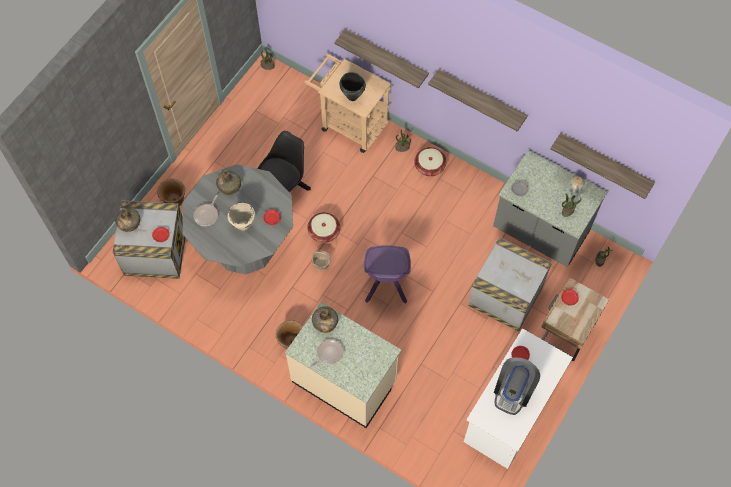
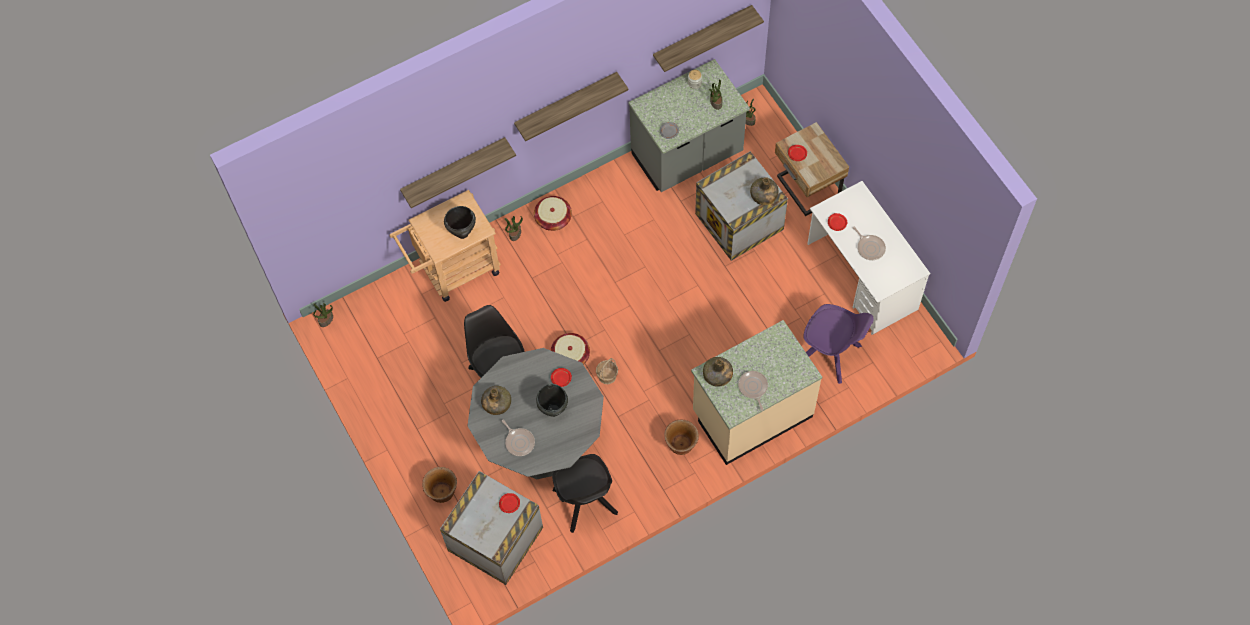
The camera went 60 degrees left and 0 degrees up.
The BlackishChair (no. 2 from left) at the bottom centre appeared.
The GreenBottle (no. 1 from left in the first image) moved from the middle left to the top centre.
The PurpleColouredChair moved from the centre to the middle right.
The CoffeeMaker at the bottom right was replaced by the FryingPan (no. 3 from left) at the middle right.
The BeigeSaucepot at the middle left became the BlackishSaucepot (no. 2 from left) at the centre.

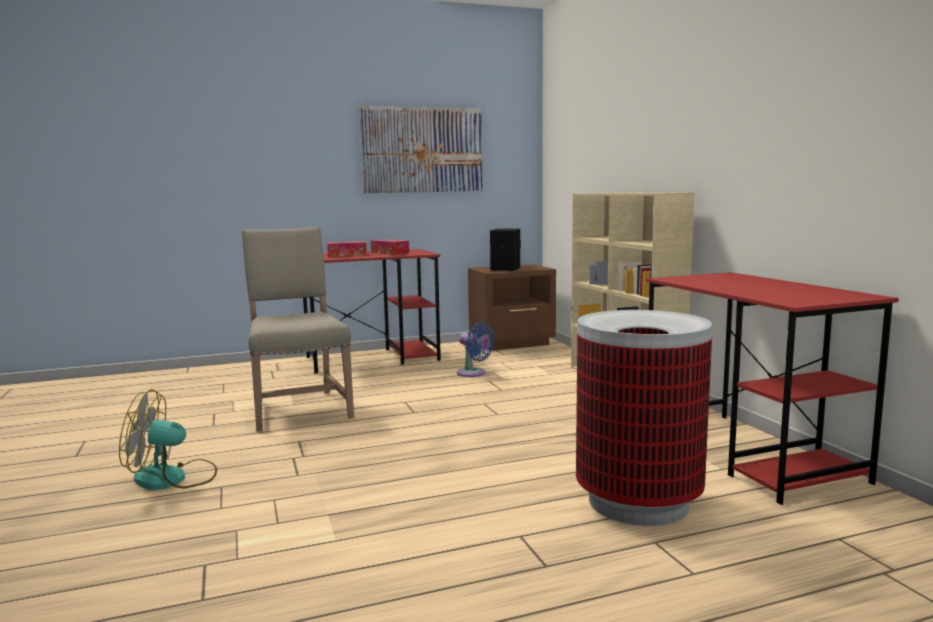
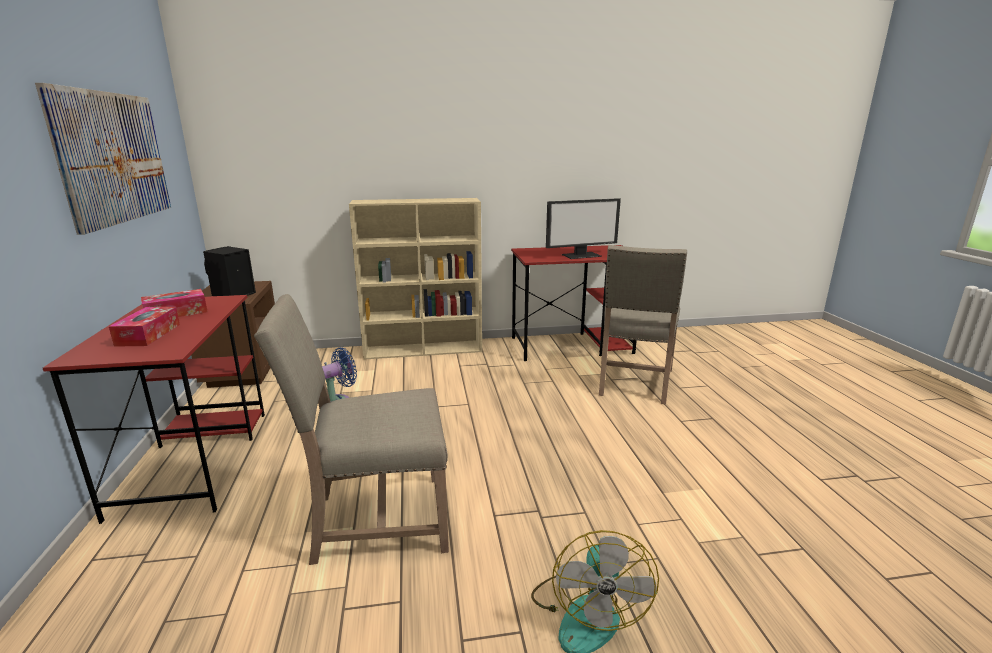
The camera went 80 degrees left and 10 degrees up.
The Monitor at the centre appeared.
The RubbishBin at the bottom right was replaced by the BeigeChair (no. 2 from left) at the centre.

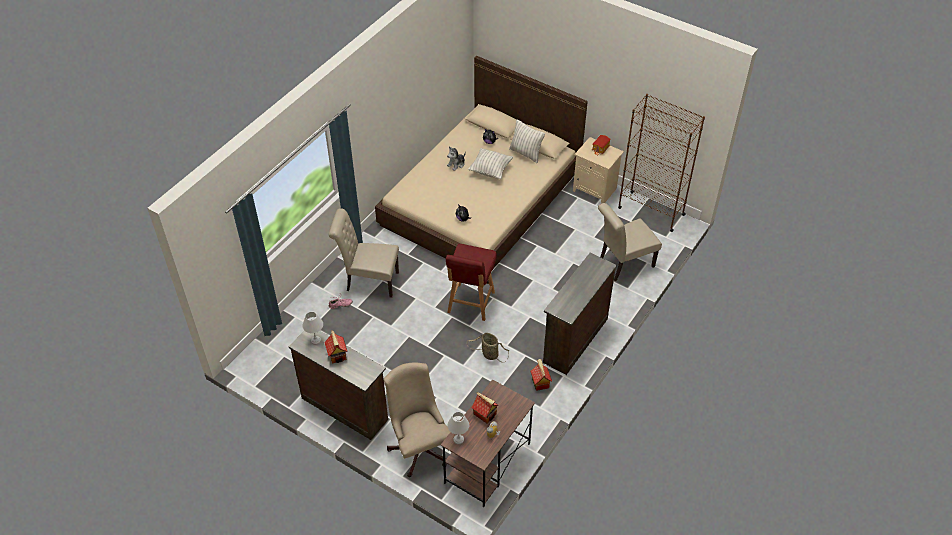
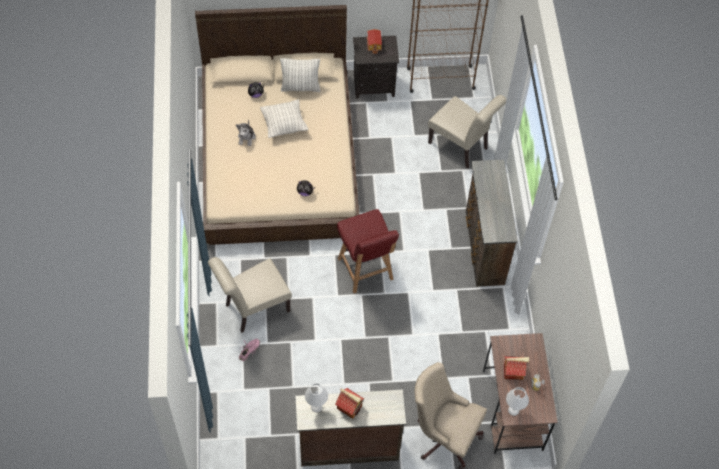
The camera went 40 degrees left and 10 degrees up.
The StorageBasket at the centre disappeared.
The MiniatureHouse (no. 3 from left) at the bottom centre disappeared.
The BeigeNightTable at the top centre became the BlackishNightTable at the top centre.
The BeigeChair (no. 2 from left) at the centre turned 75 degrees counterclockwise.

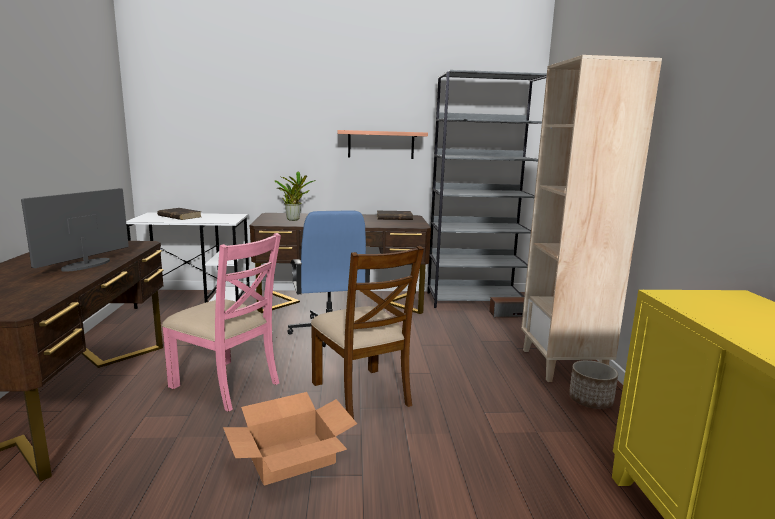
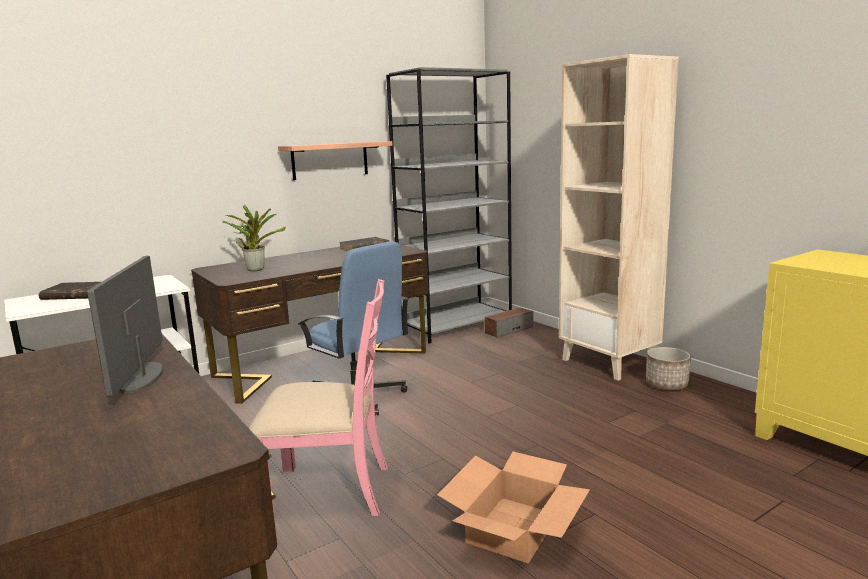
The camera went 30 degrees left and 0 degrees up.
The BrownChair at the centre disappeared.

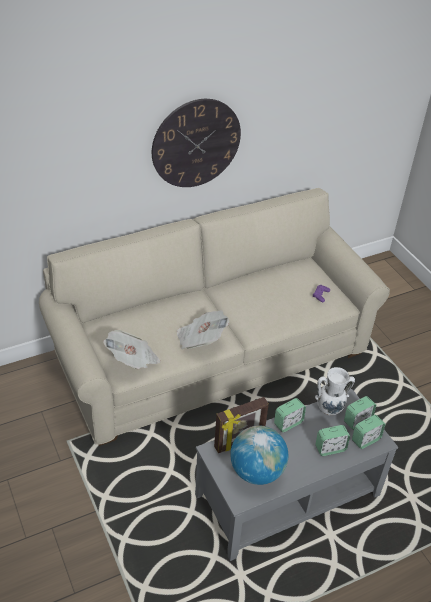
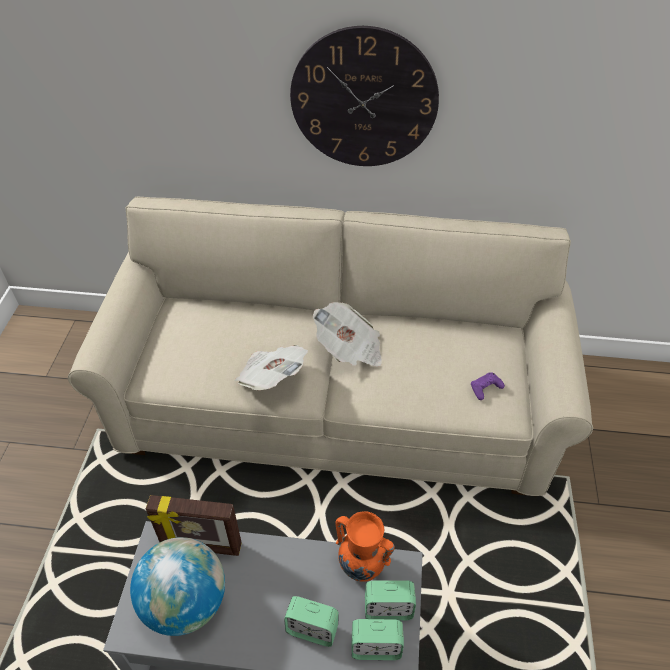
The camera went 35 degrees right and 5 degrees up.
The TableClock (no. 1 from left) at the bottom right disappeared.
The PrintedPaper (no. 1 from left in the first image) moved from the middle left to the centre.
The WhiteColouredVase at the middle right became the OrangeyVase at the bottom centre.

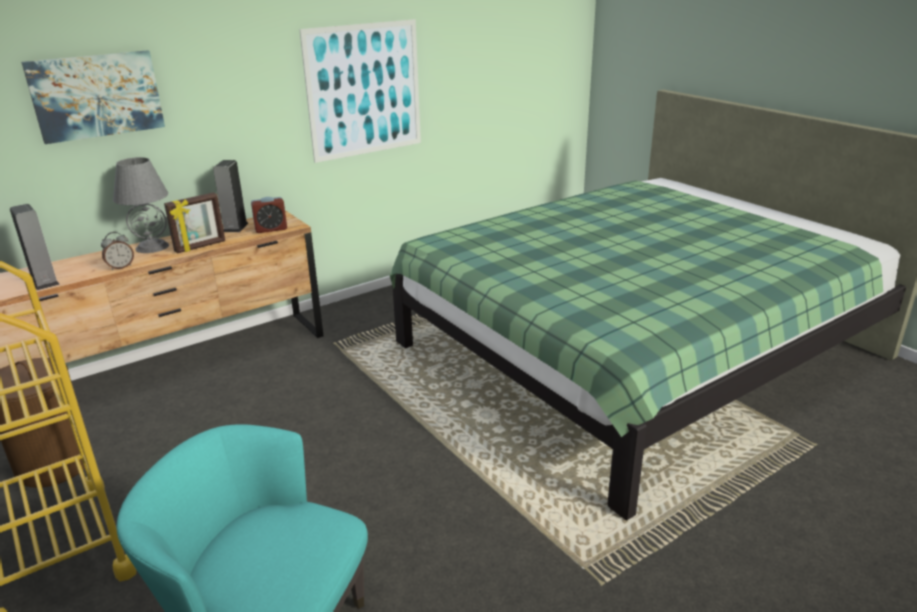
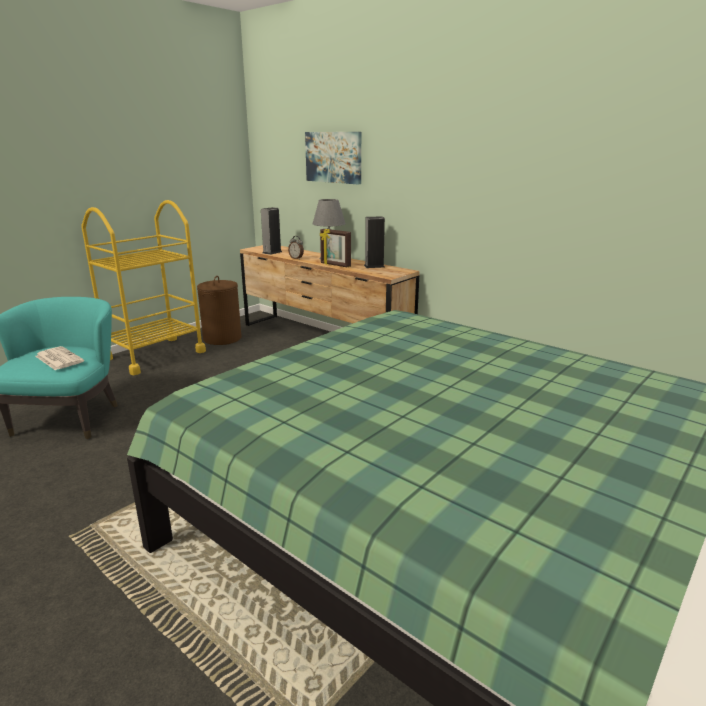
The camera went 75 degrees right and 5 degrees down.
The TableClock (no. 2 from left) at the middle left disappeared.
The Picture (no. 2 from left) at the top centre disappeared.
The PrintedPaper at the middle left appeared.

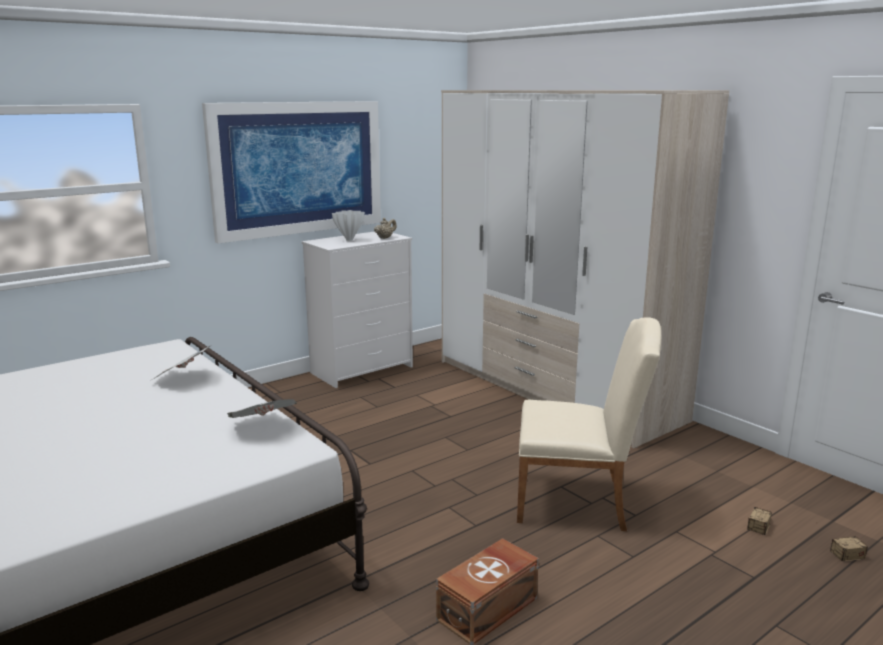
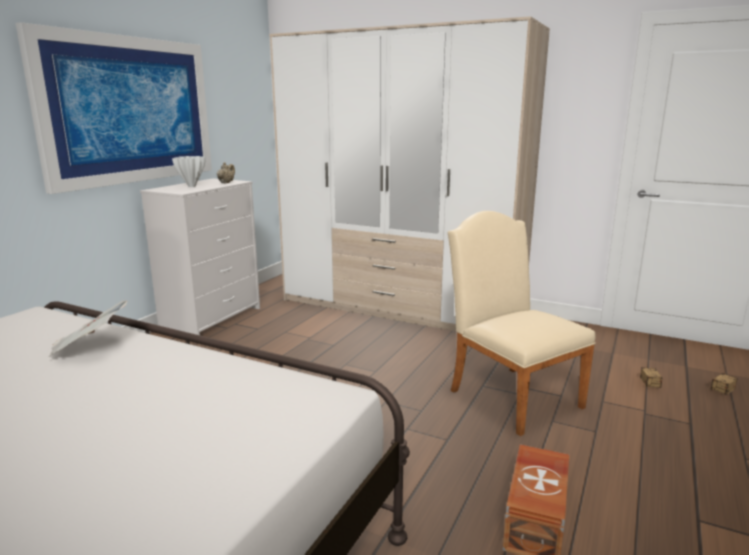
The camera went 25 degrees left and 0 degrees up.
The PrintedPaper (no. 2 from left) at the middle left disappeared.
The BeigeChair at the middle right turned 105 degrees counterclockwise.

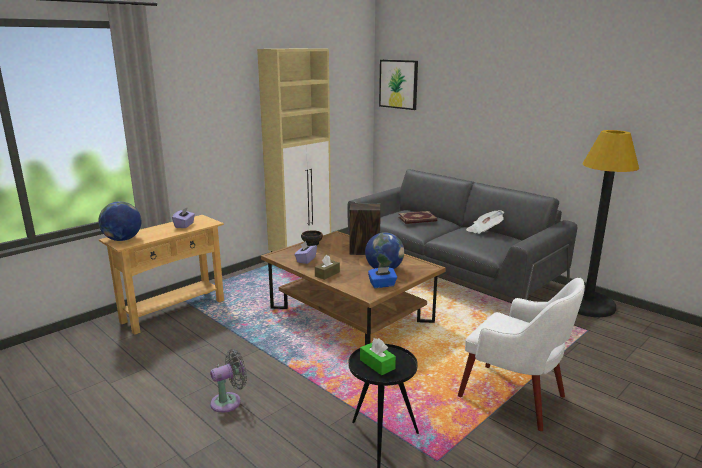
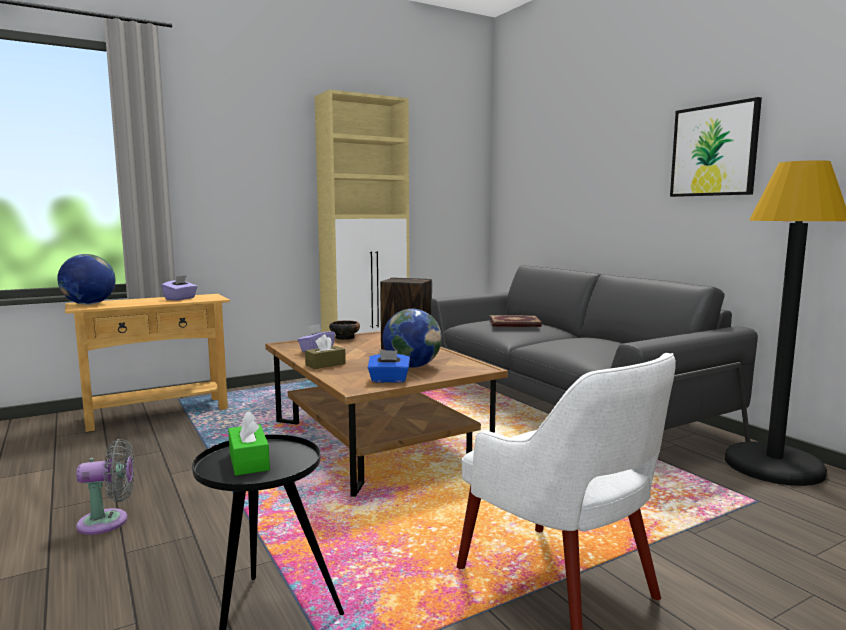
The camera went 15 degrees right and 10 degrees down.
The PrintedPaper at the middle right disappeared.
The Picture moved from the top centre to the top right.

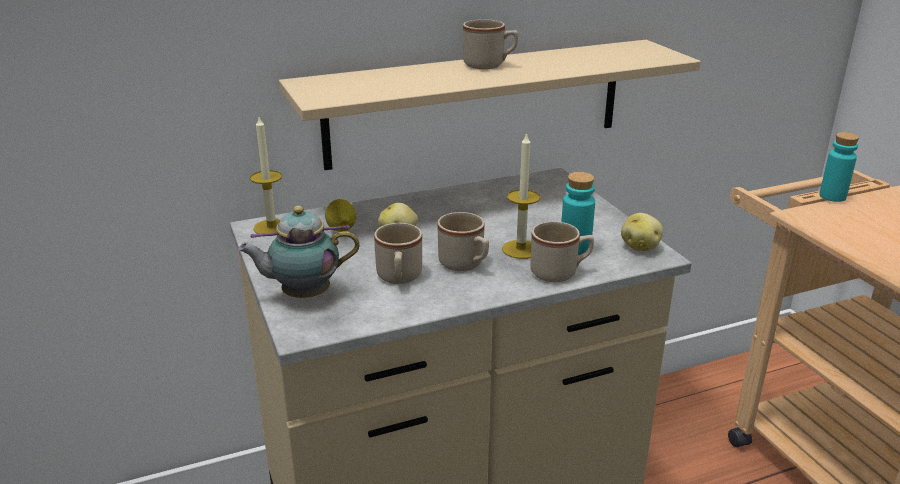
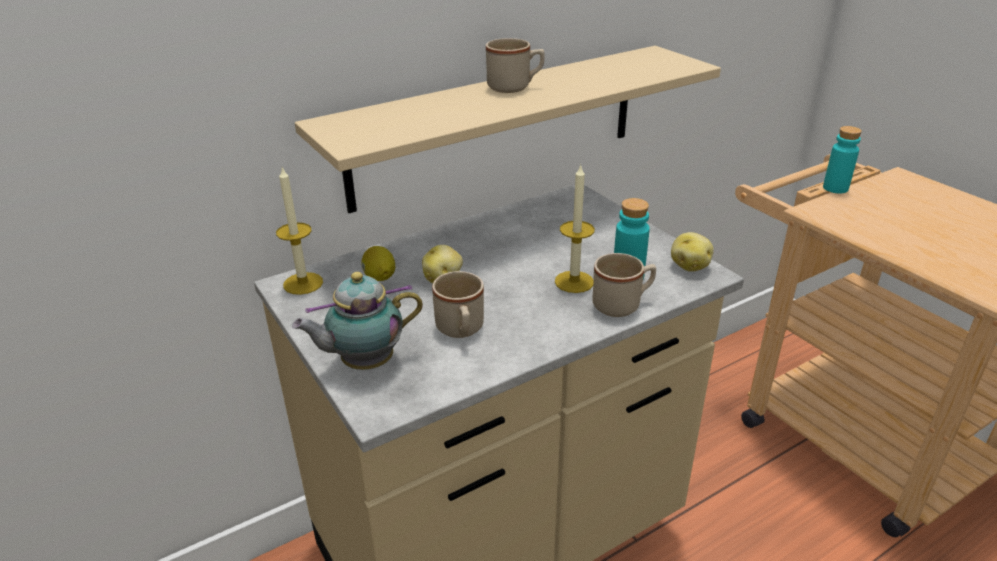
The camera went 10 degrees left and 5 degrees up.
The BeigeTeaMug (no. 2 from left) at the centre disappeared.

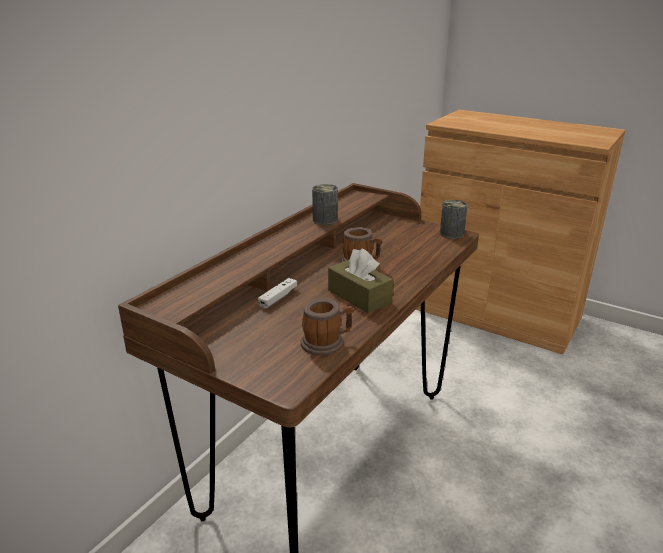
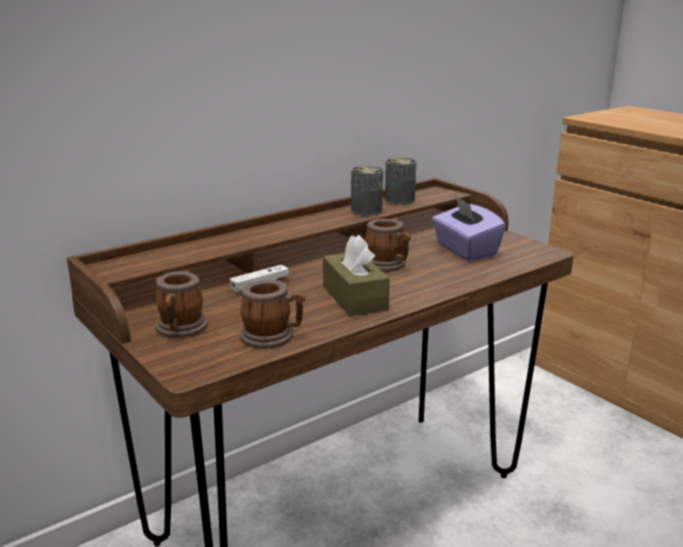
The camera went 20 degrees right and 5 degrees down.
The TeaMug (no. 1 from left) at the middle left appeared.
The PurpleColouredTissueBox at the middle right appeared.
The Can (no. 2 from left) moved from the middle right to the top centre.

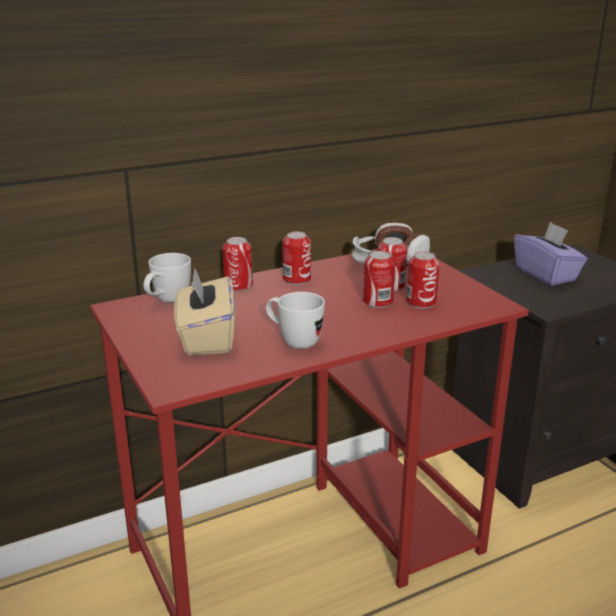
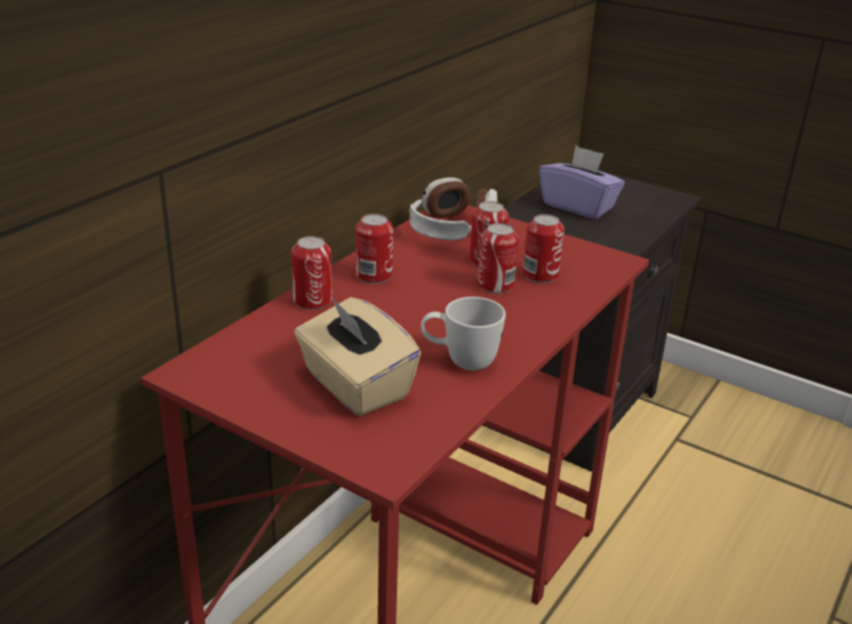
The camera went 30 degrees left and 5 degrees up.
The WhiteColouredTeaMug (no. 1 from left) at the middle left disappeared.

